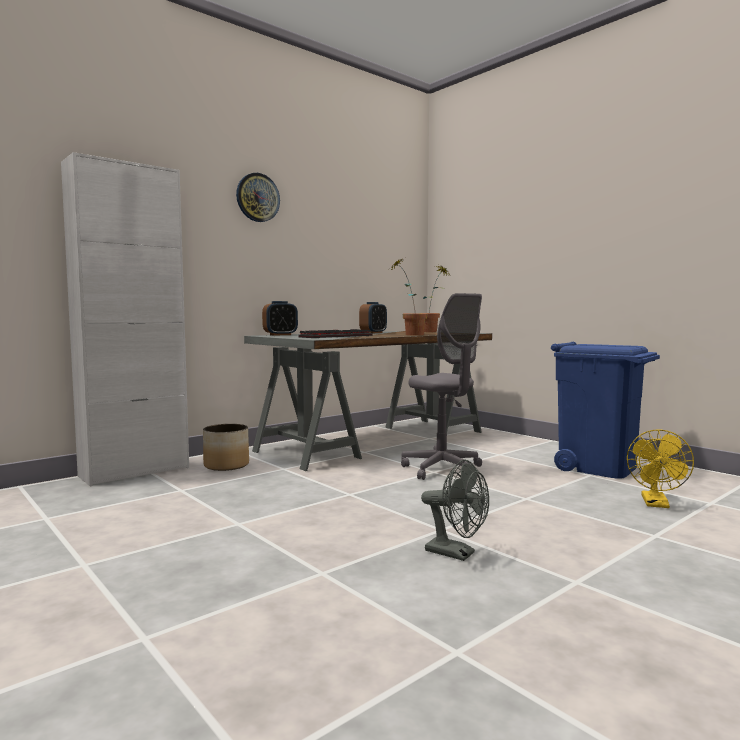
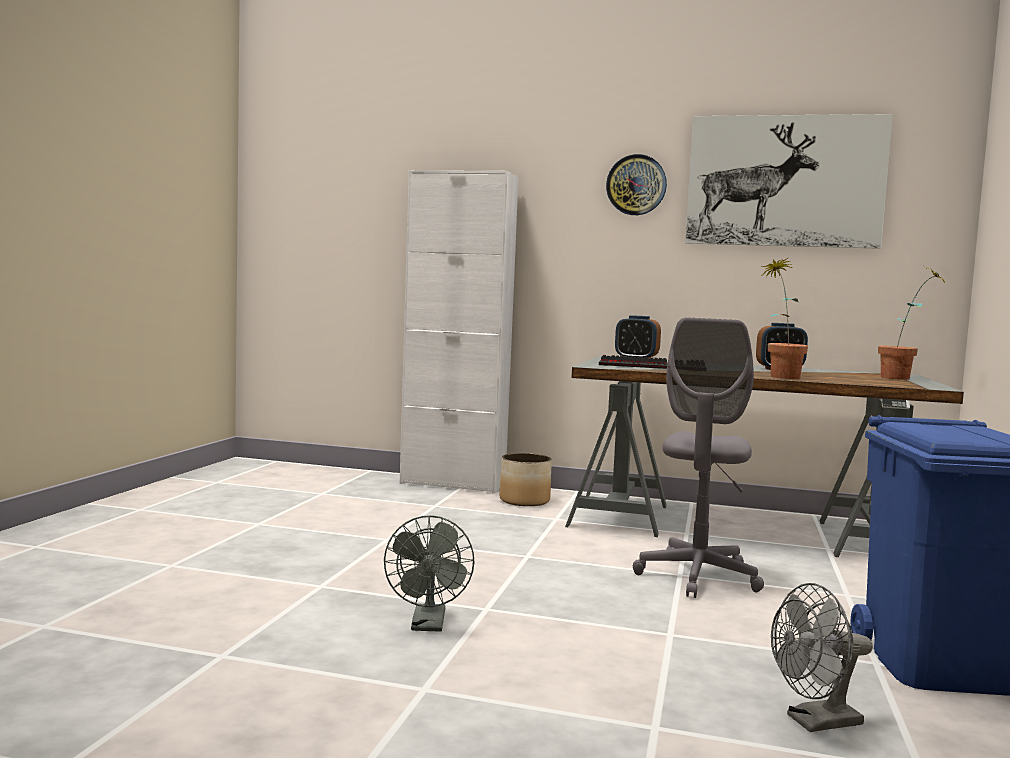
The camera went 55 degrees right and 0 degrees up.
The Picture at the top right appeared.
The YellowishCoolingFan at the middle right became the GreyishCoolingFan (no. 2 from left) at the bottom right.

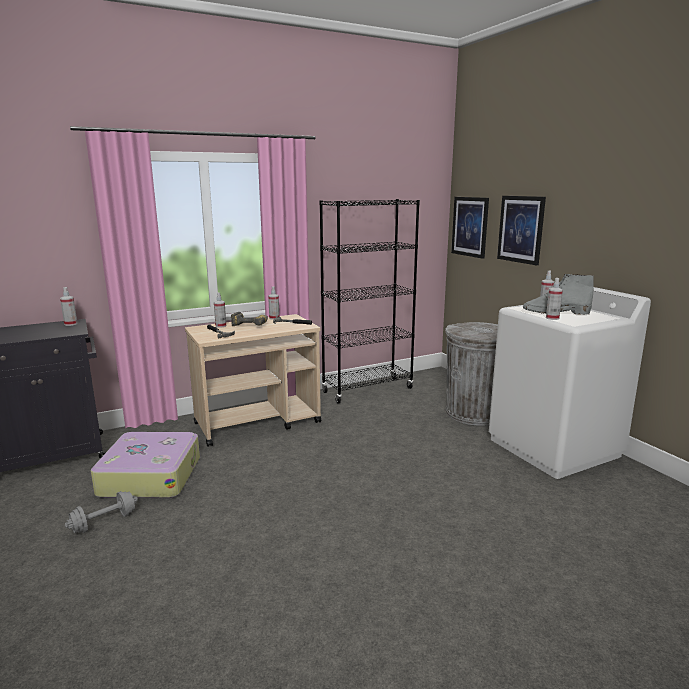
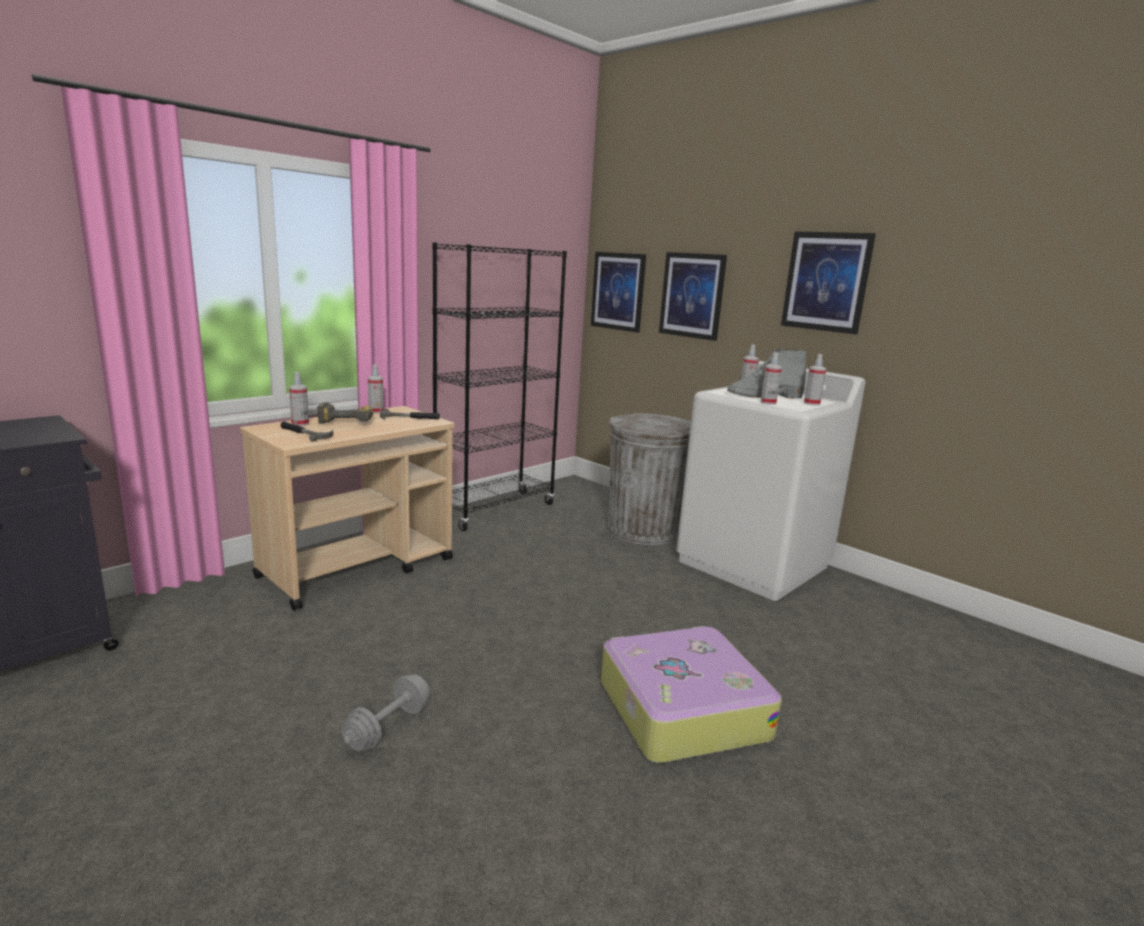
The camera went 20 degrees left and 0 degrees up.
The Picture (no. 3 from left) at the top right appeared.
The Sprayer (no. 1 from left in the first image) moved from the middle left to the middle right.
The GreyishDumbbell moved from the bottom left to the bottom centre.
The Suitcase moved from the bottom left to the bottom centre.

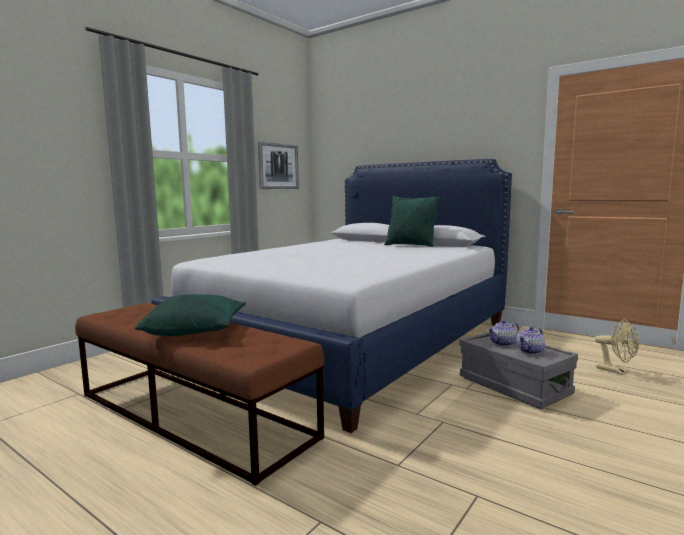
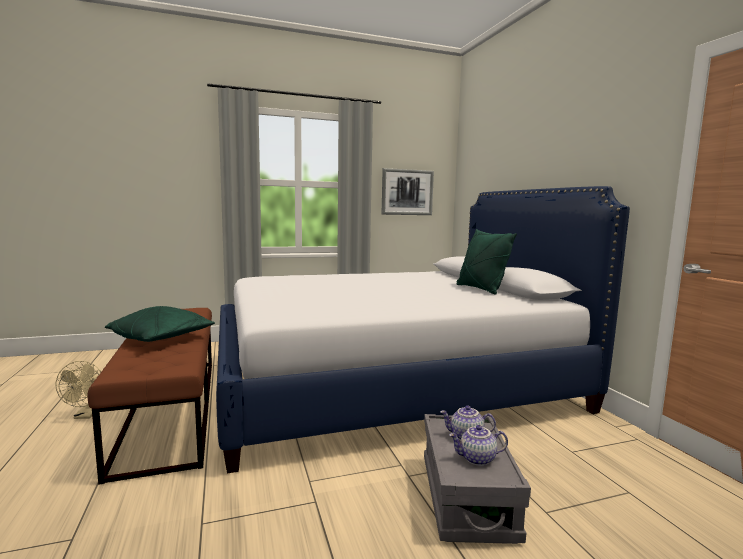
The camera went 35 degrees right and 0 degrees up.
The BeigeCoolingFan moved from the middle right to the bottom left.

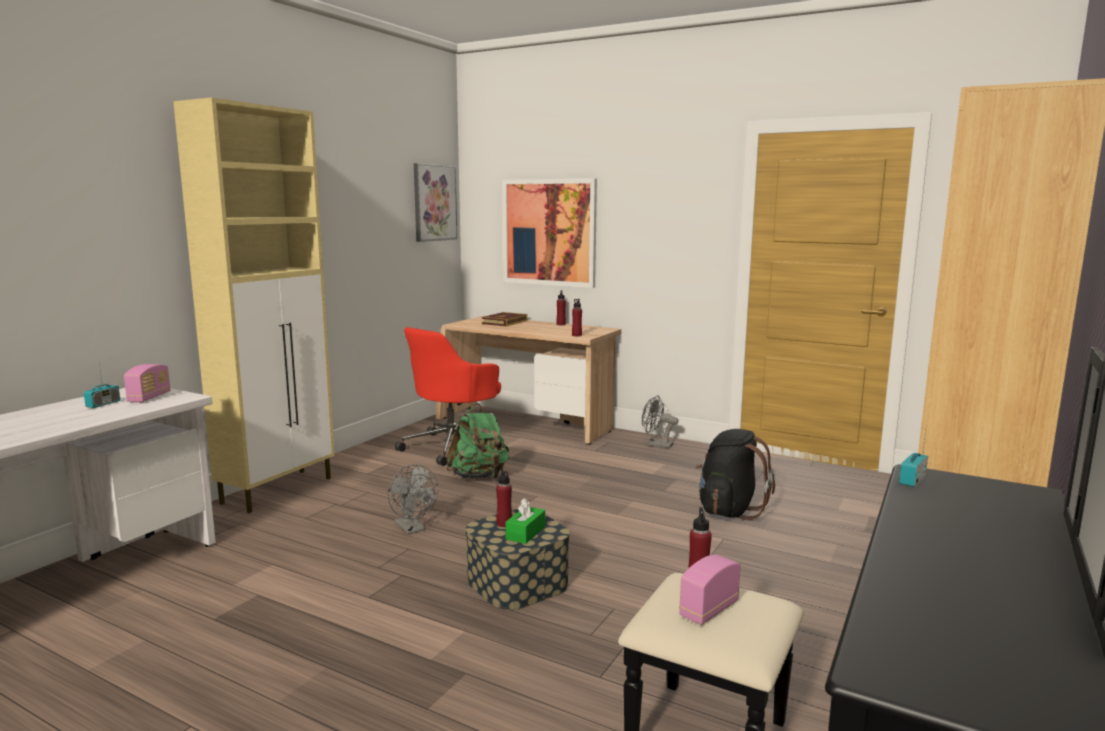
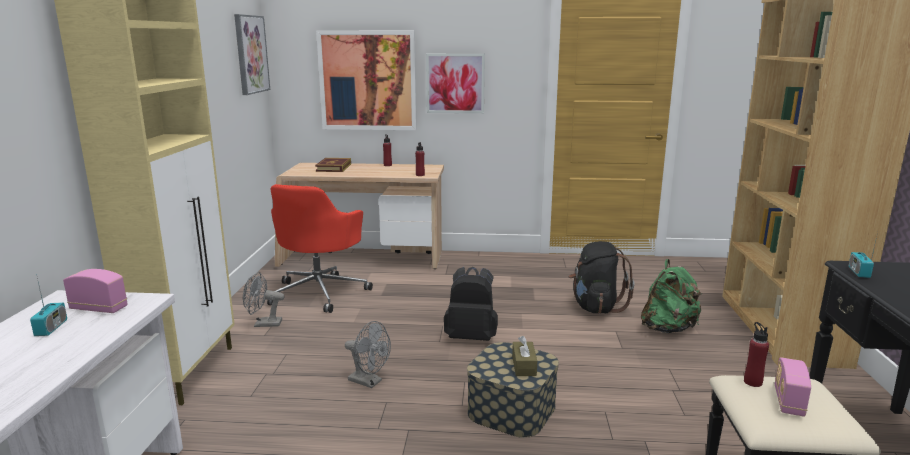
The camera went 25 degrees left and 5 degrees up.
The RedColouredBottle (no. 1 from left) at the bottom centre disappeared.
The Picture (no. 3 from left) at the top centre appeared.
The BlackishRucksack (no. 1 from left) at the bottom centre appeared.
The GreenRucksack moved from the centre to the middle right.
The GreyishCoolingFan (no. 2 from left in the first image) moved from the centre to the middle left.
The GreenTissueBox at the bottom centre became the BrownTissueBox at the bottom centre.
The RadioReceiver (no. 2 from left) at the middle left turned 60 degrees counterclockwise.

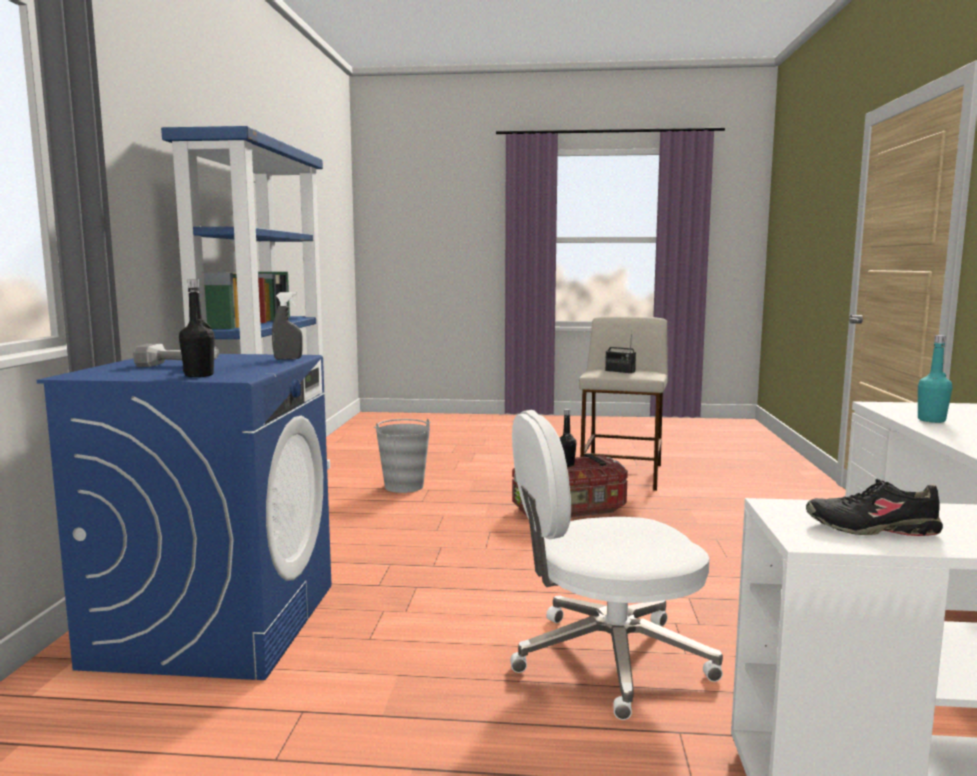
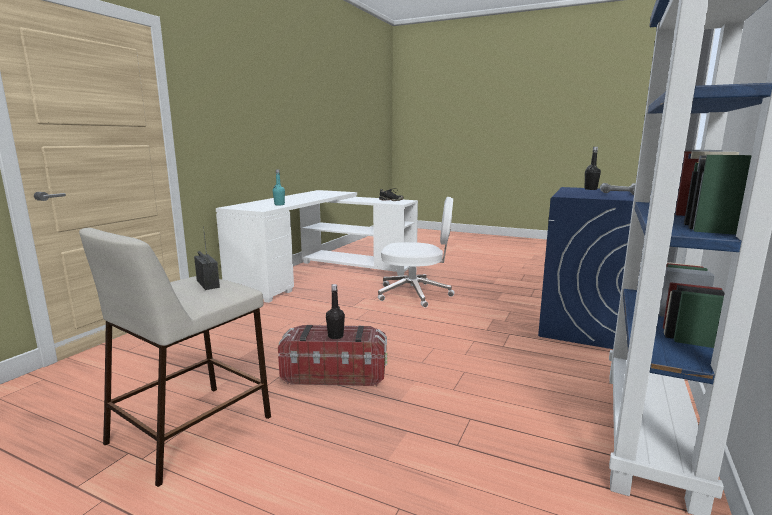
The camera went 160 degrees left and 5 degrees up.
The GreyishSprayer at the middle left disappeared.
The GreyishWaterBucket at the centre disappeared.

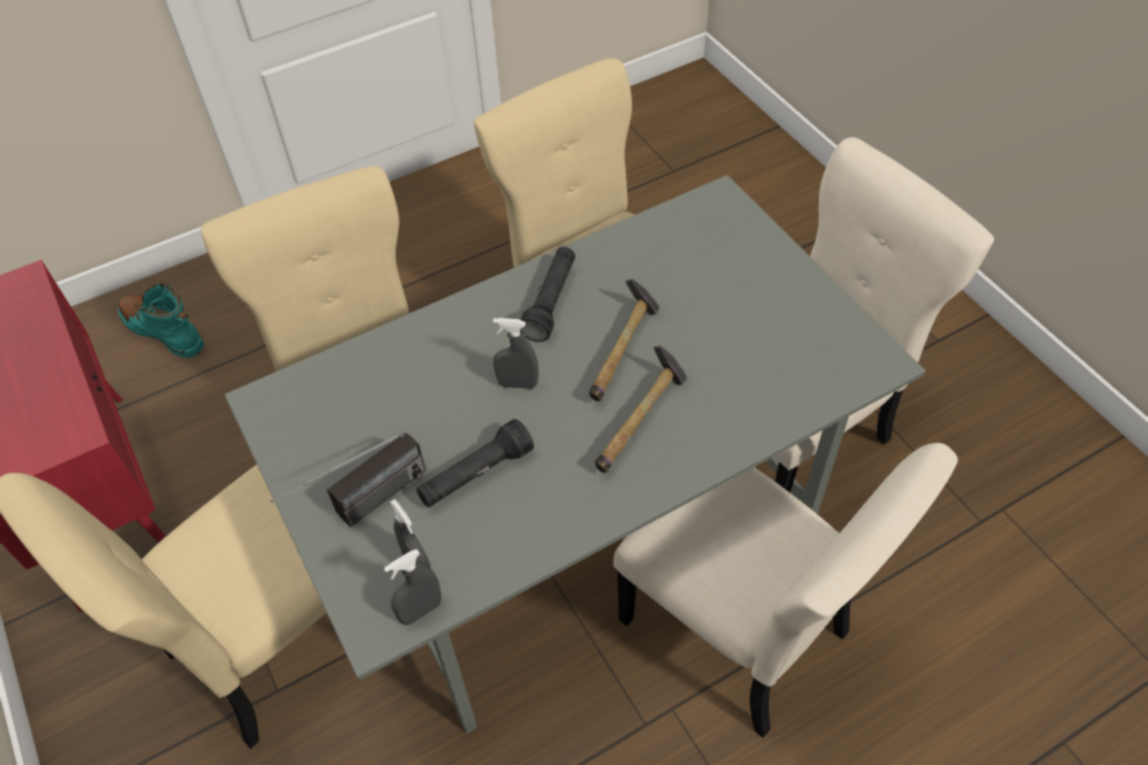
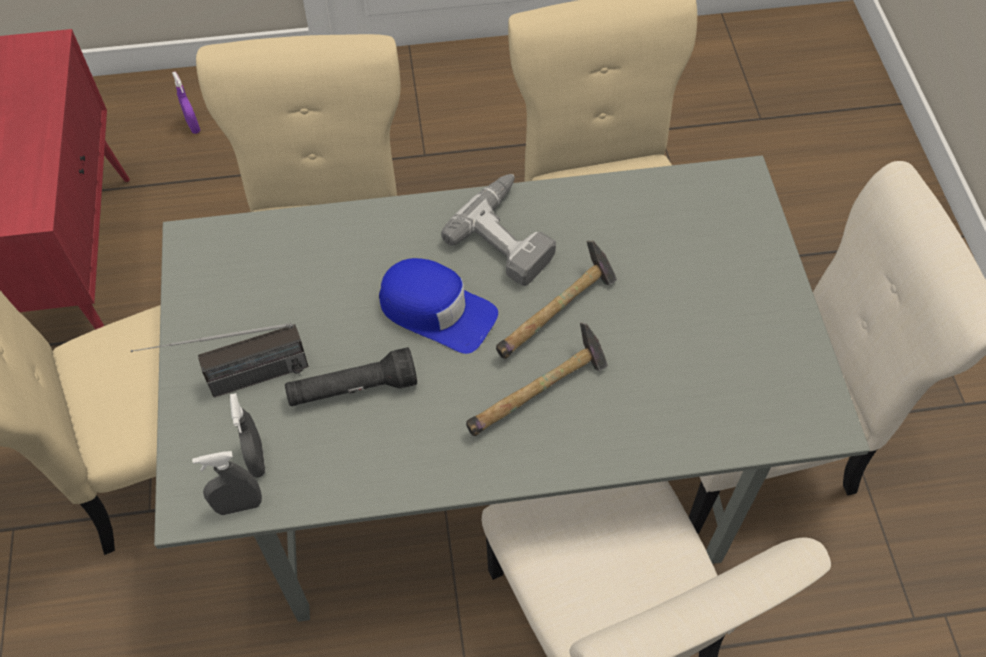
The camera went 20 degrees right and 5 degrees up.
The TurquoiseHighTopBoot at the middle left was replaced by the PurpleColouredSprayer at the top left.
The GreyishSprayer (no. 3 from left) at the centre was replaced by the BlueColouredPeakedCap at the centre.
The BlackishTorch (no. 2 from left) at the centre was replaced by the ElectricDrill at the centre.

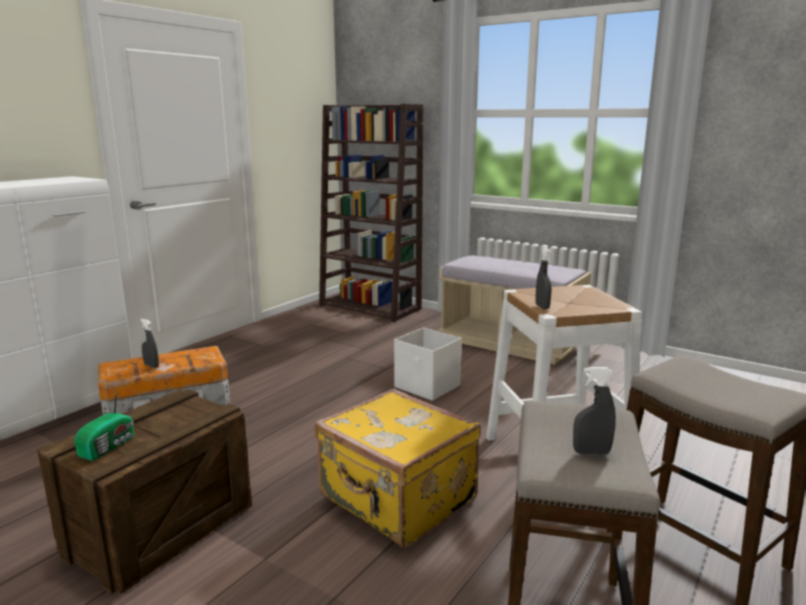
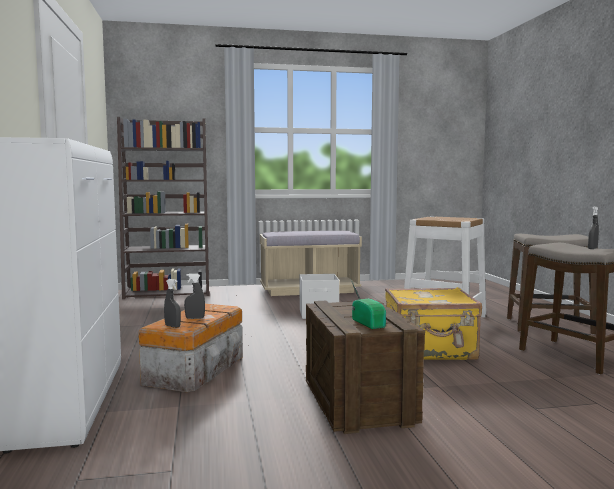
The camera went 45 degrees left and 10 degrees down.
The GreyishSprayer (no. 2 from left in the first image) moved from the middle right to the middle left.

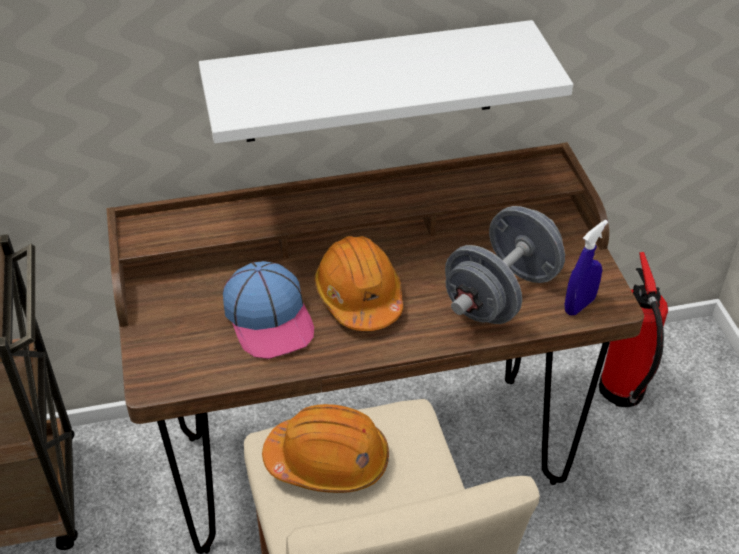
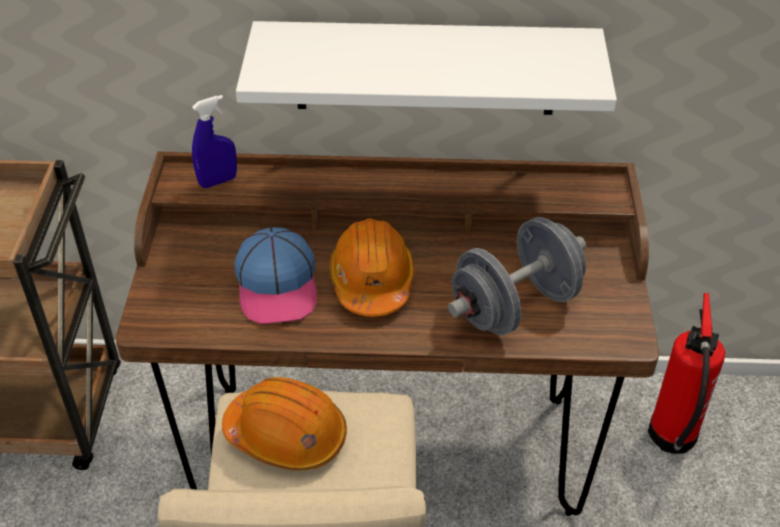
The camera went 15 degrees right and 0 degrees up.
The BlueColouredSprayer moved from the middle right to the top left.

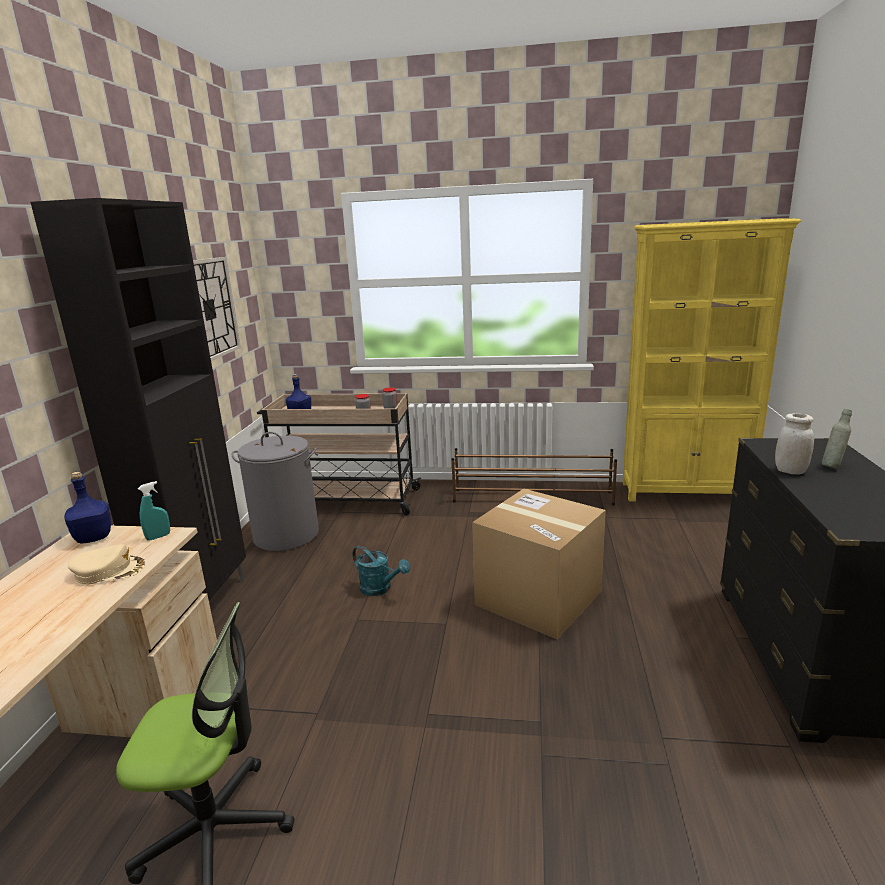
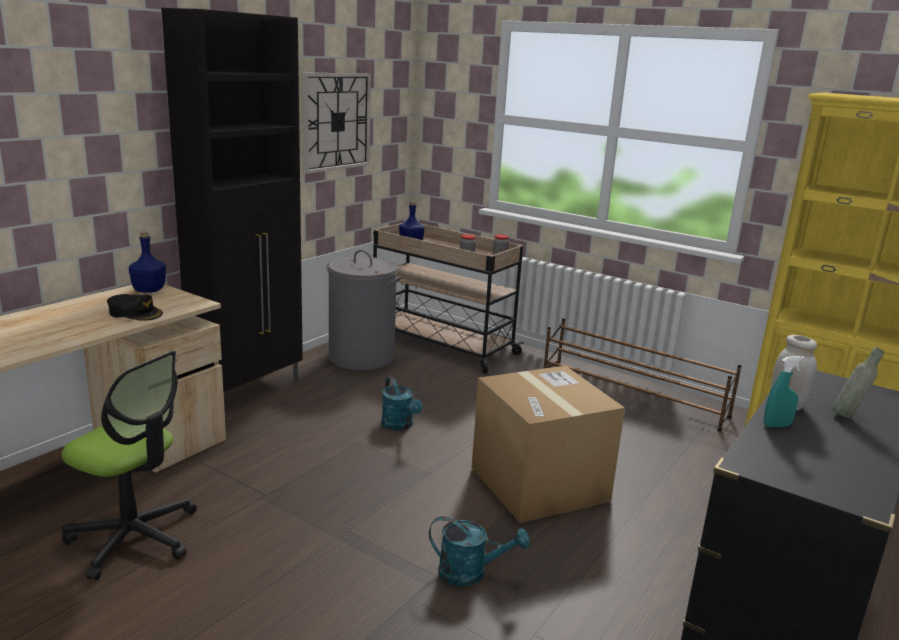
The camera went 25 degrees right and 0 degrees up.
The TurquoiseWateringPot (no. 2 from left) at the bottom centre appeared.
The TurquoiseSprayer moved from the middle left to the middle right.
The BeigePeakedCap at the middle left became the BlackishPeakedCap at the middle left.

